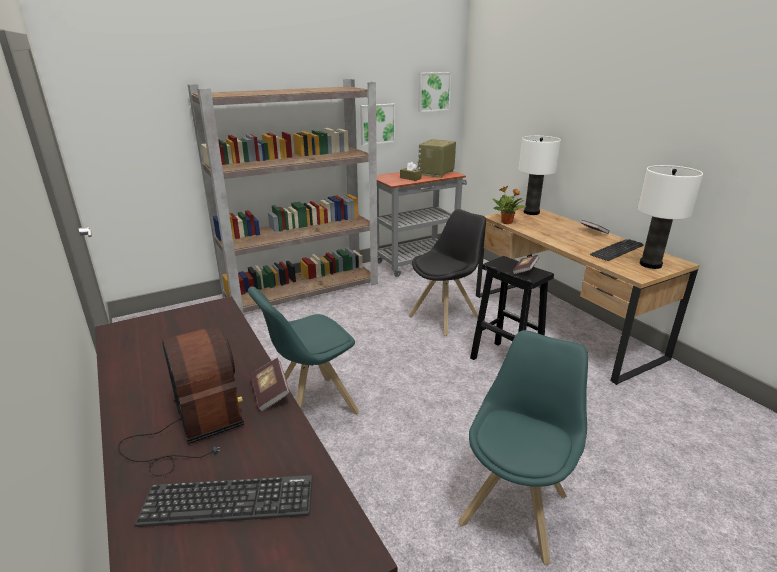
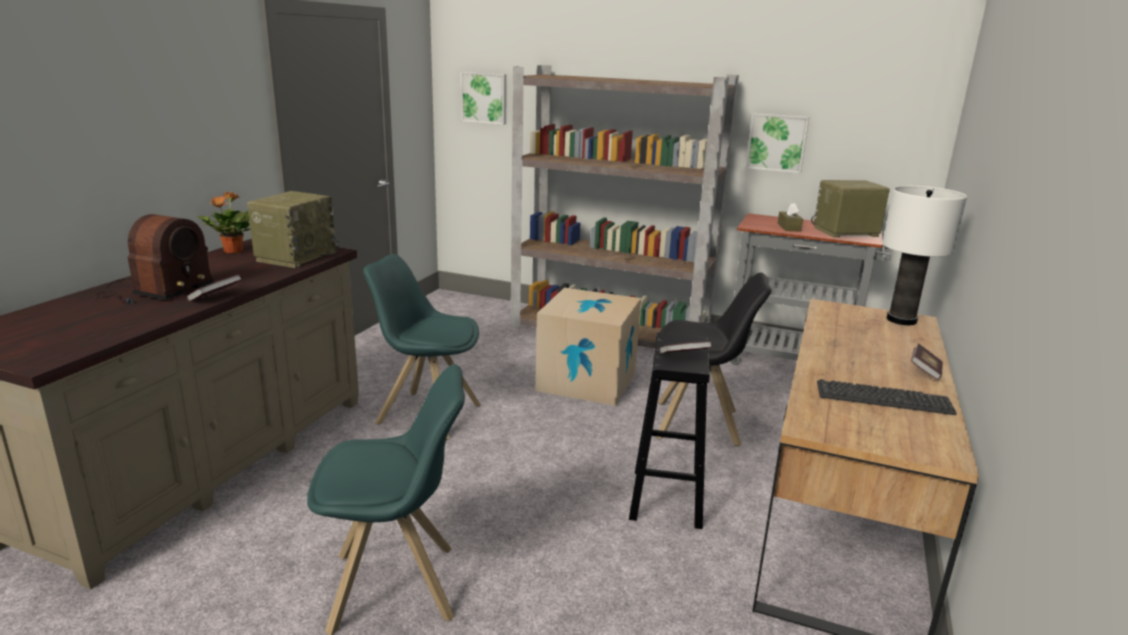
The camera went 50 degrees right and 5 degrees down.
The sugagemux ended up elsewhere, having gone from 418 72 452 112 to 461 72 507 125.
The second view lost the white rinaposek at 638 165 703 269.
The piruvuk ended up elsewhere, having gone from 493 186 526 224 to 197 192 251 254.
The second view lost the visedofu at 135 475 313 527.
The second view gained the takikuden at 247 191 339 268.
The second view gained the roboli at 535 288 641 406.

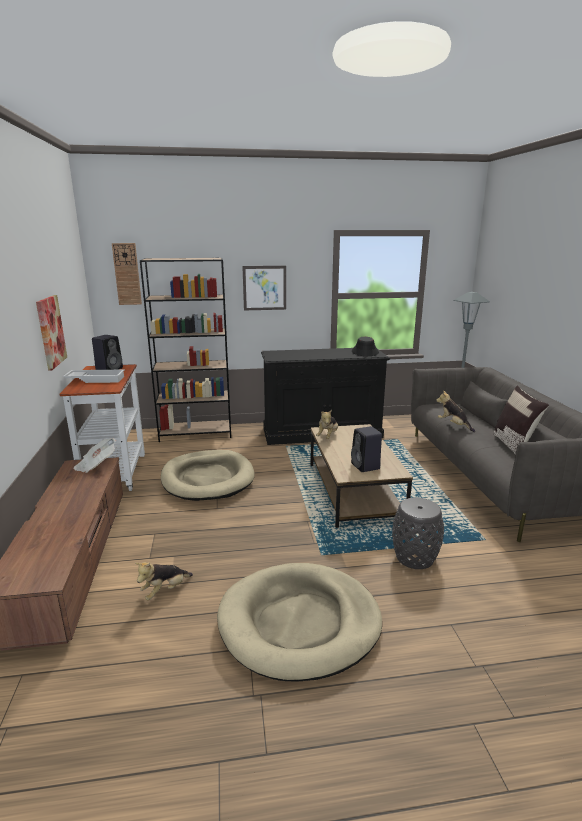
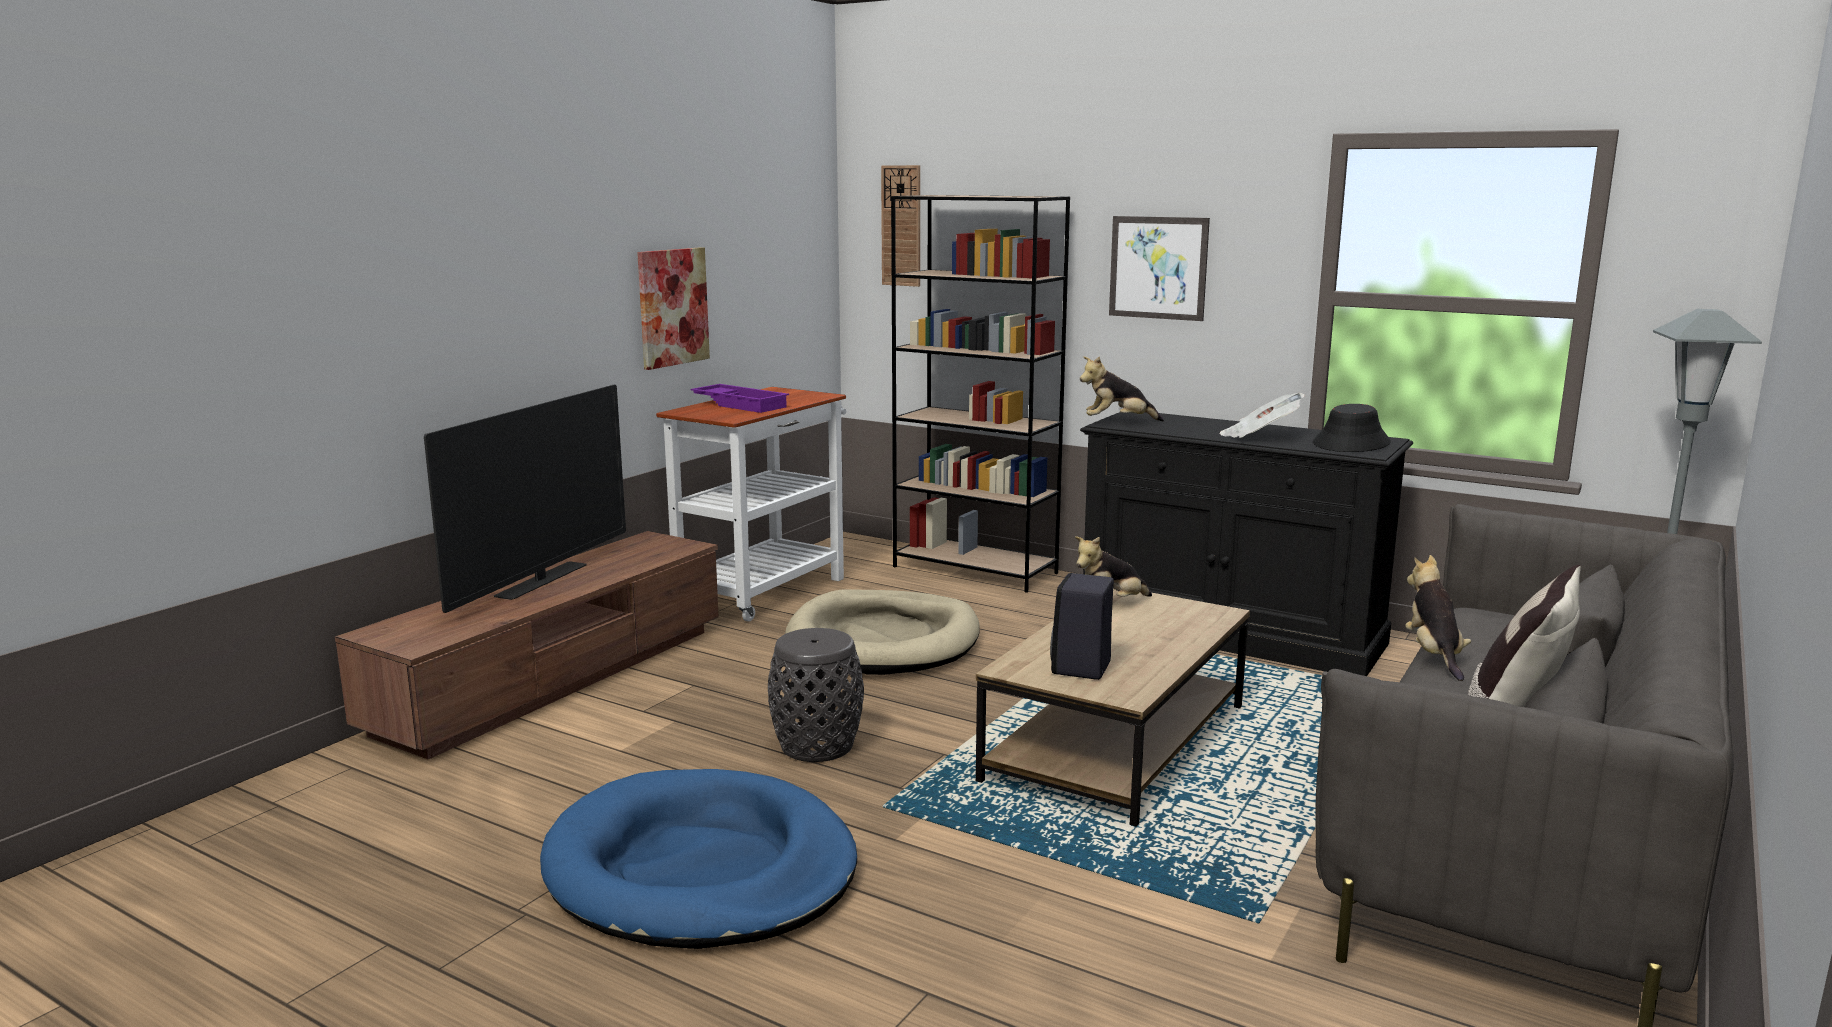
The camera went 40 degrees right and 5 degrees down.
The second view lost the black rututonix at 92 335 123 370.
What was the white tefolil at 63 370 124 383 turned into the purple tefolil at 691 384 789 413.
The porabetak ended up elsewhere, having gone from 74 438 116 473 to 1219 393 1305 438.
The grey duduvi ended up elsewhere, having gone from 392 497 444 569 to 768 628 864 762.
The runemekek ended up elsewhere, having gone from 135 562 193 600 to 1080 356 1164 421.
What was the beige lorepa at 217 563 382 682 turned into the blue lorepa at 540 769 857 949.
The second view gained the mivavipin at 424 385 626 613.

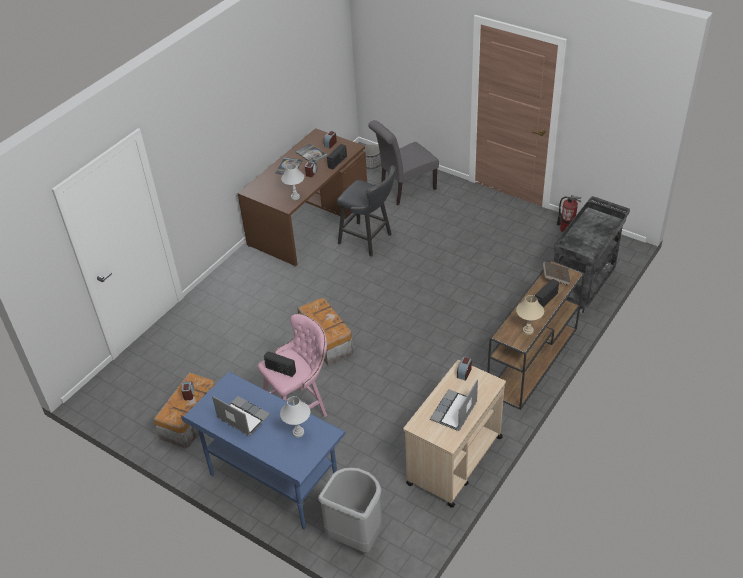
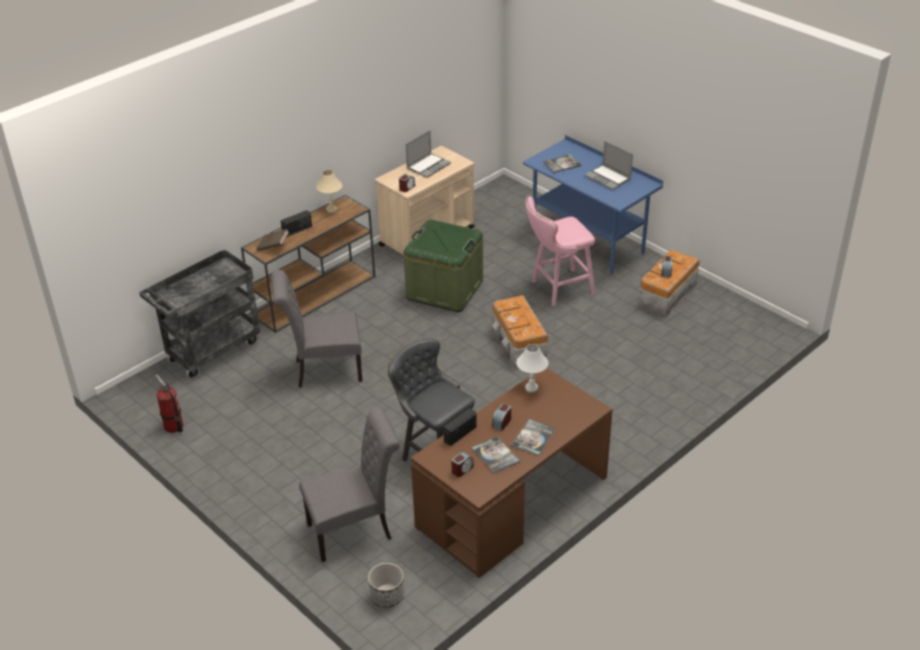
The camera went 170 degrees left and 5 degrees down.
The second view lost the takikuden at 264 351 296 377.
Where the white rinaposek stood at 280 396 310 437, the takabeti came to stand at 543 154 581 173.
The second view lost the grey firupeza at 318 467 382 552.
The second view gained the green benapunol at 404 220 483 312.
The second view gained the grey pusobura at 271 270 362 388.

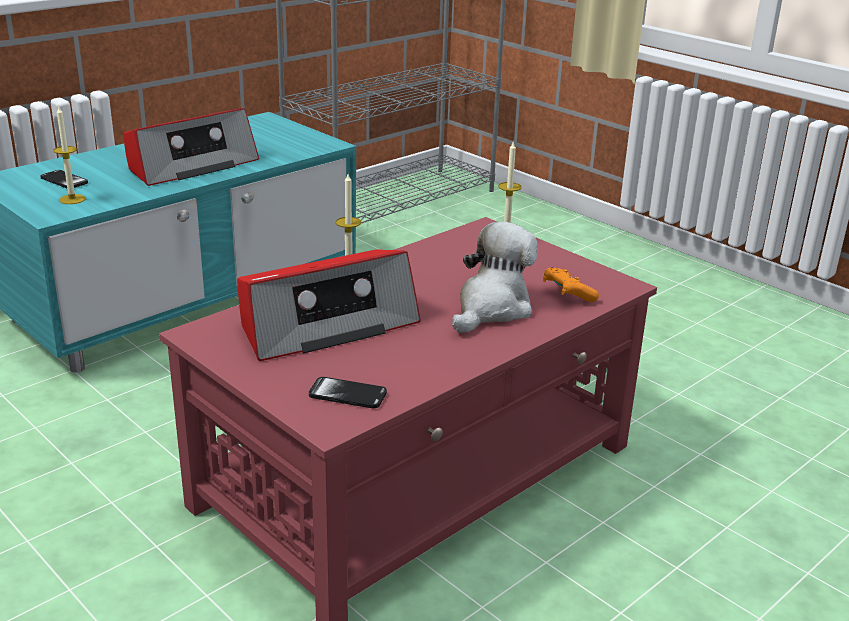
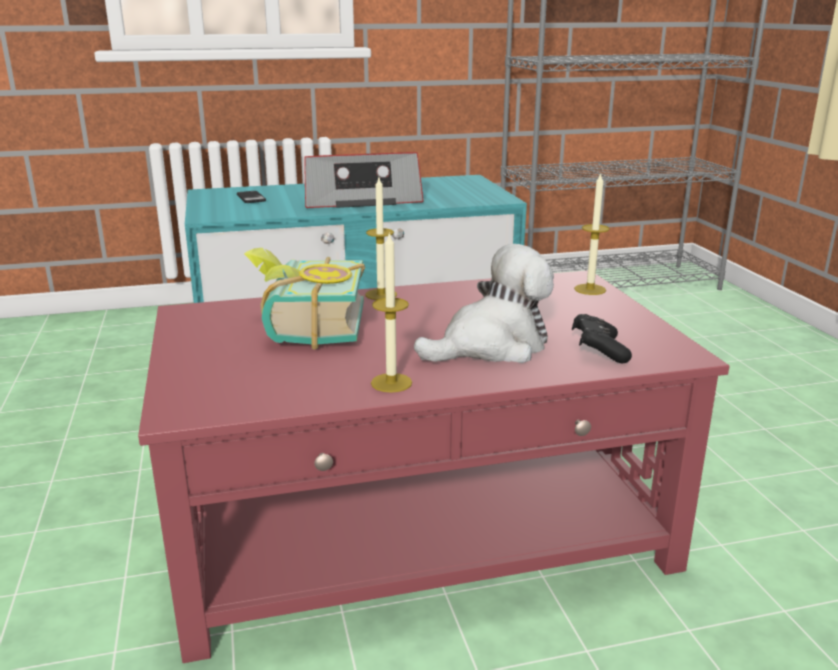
The camera went 30 degrees right and 5 degrees down.
The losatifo ended up elsewhere, having gone from 53 105 86 204 to 371 233 412 393.
Where the takikuden stood at 237 249 421 361, the takabeti came to stand at 244 248 365 350.
What was the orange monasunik at 543 267 599 302 turned into the black monasunik at 572 314 632 363.
The second view lost the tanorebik at 309 377 387 408.

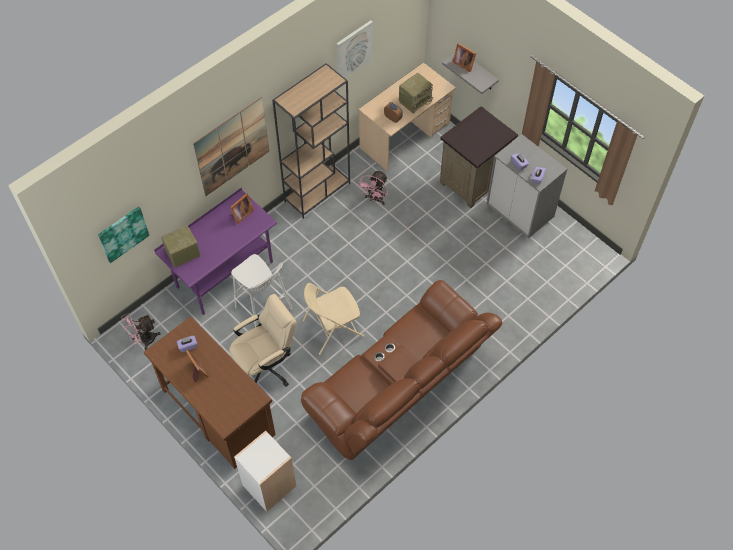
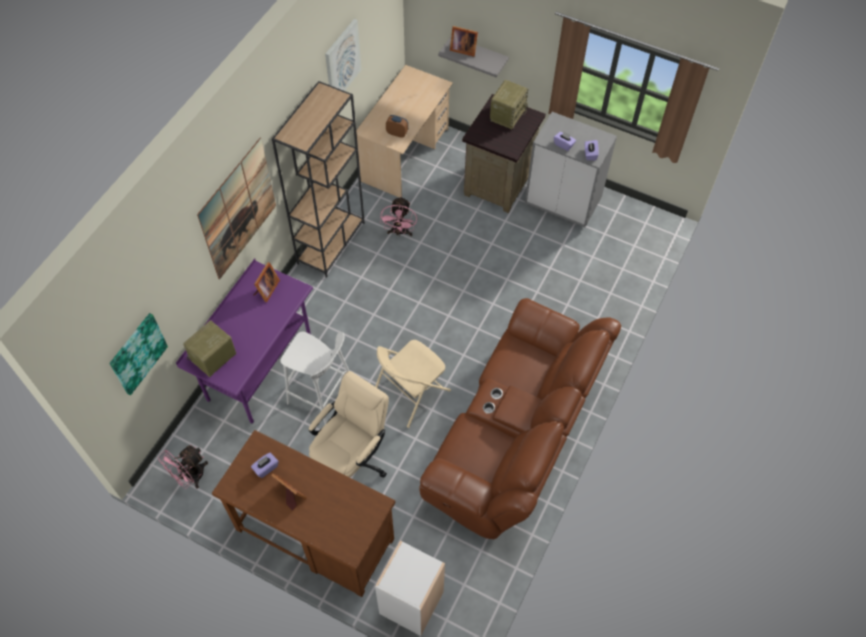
The camera went 20 degrees left and 0 degrees up.
The takikuden ended up elsewhere, having gone from 399 73 433 113 to 490 80 528 129.

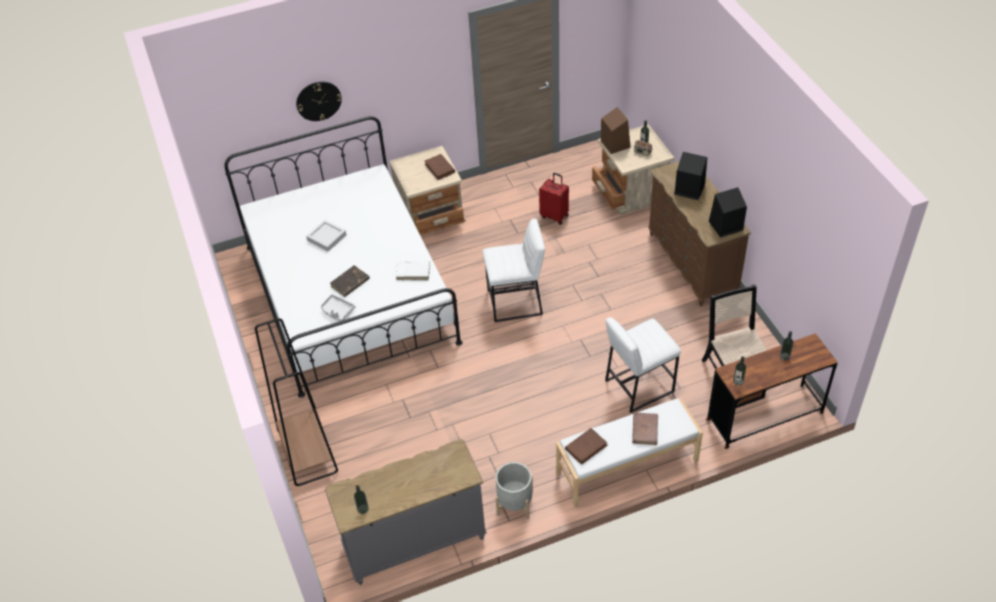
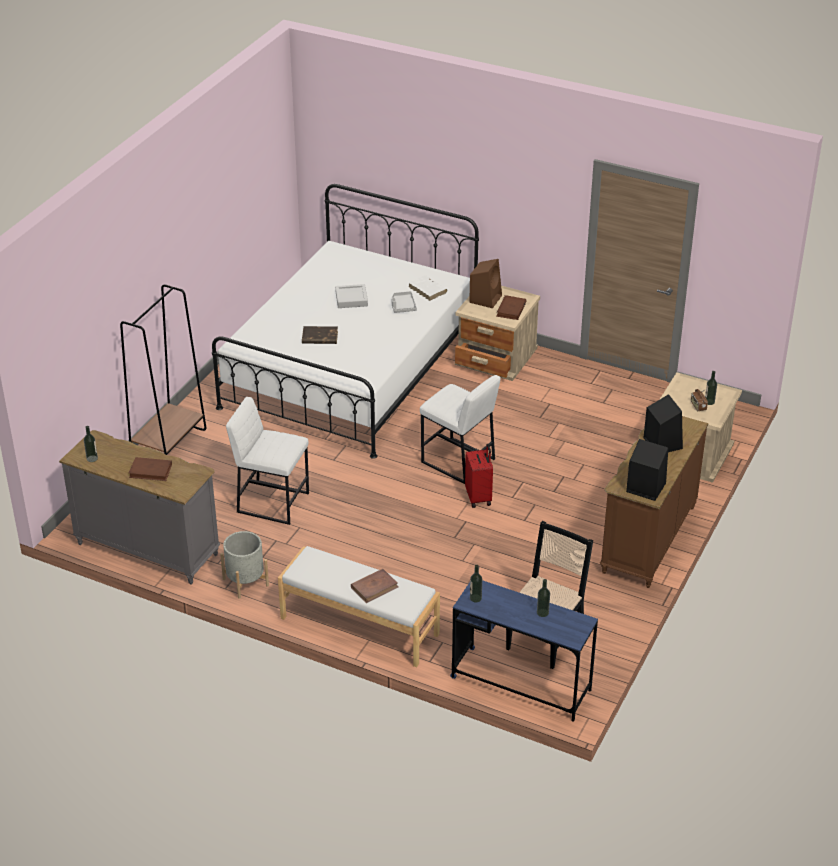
The camera went 45 degrees right and 10 degrees down.
The second view lost the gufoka at 296 82 342 121.
The brown rututonix ended up elsewhere, having gone from 601 107 631 154 to 469 259 502 308.
The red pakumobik ended up elsewhere, having gone from 539 173 569 225 to 465 444 493 508.
The white takabeti ended up elsewhere, having gone from 395 261 430 280 to 408 275 448 301.
The grey tefolil ended up elsewhere, having gone from 321 294 355 321 to 391 291 417 313.
The white pusobura ended up elsewhere, having gone from 605 317 681 413 to 226 397 309 525.
What was the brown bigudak at 706 333 838 449 turned into the blue bigudak at 450 580 598 722.
The brown takabeti ended up elsewhere, having gone from 565 428 608 465 to 129 457 172 481.

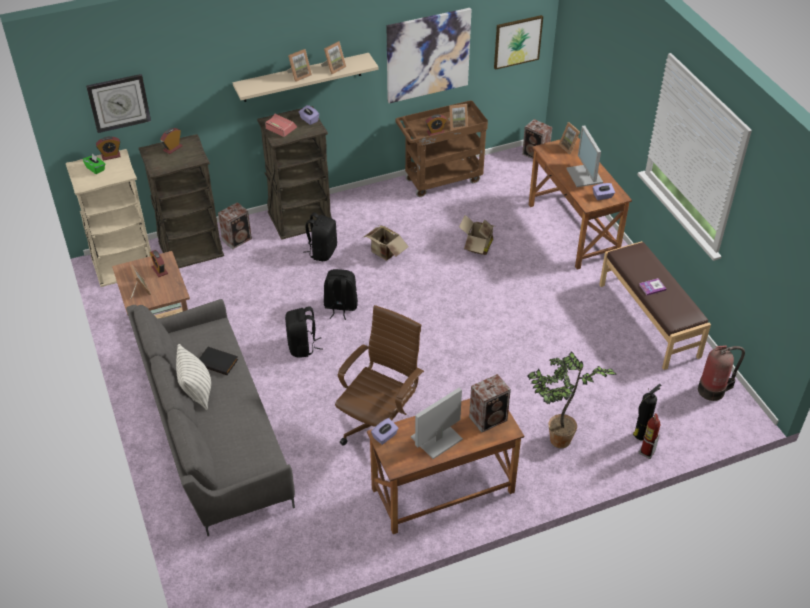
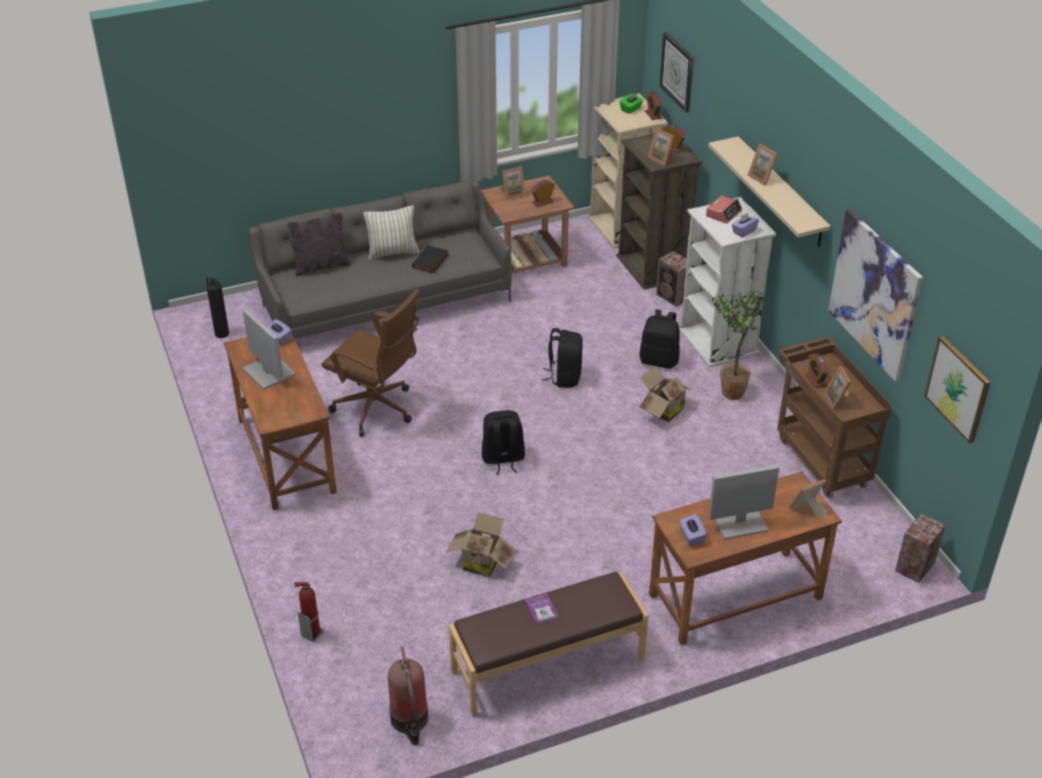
The camera went 90 degrees right and 5 degrees down.
The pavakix ended up elsewhere, having gone from 321 41 346 74 to 647 128 674 166.
What was the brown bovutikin at 257 106 332 240 turned into the white bovutikin at 679 197 776 367.
The roboli ended up elsewhere, having gone from 459 215 494 255 to 446 512 516 577.
The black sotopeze ended up elsewhere, having gone from 285 307 323 358 to 481 410 525 475.
The piruvuk ended up elsewhere, having gone from 527 351 617 448 to 712 290 763 400.
The second view lost the rututonix at 469 374 511 433.
The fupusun ended up elsewhere, having gone from 633 384 661 441 to 206 277 229 338.
The second view gained the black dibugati at 287 213 351 276.

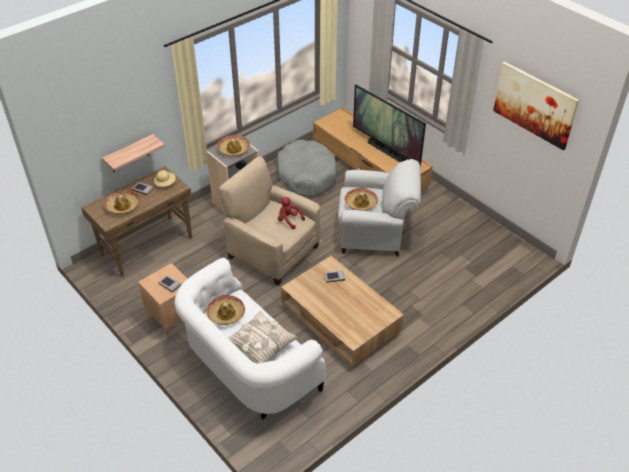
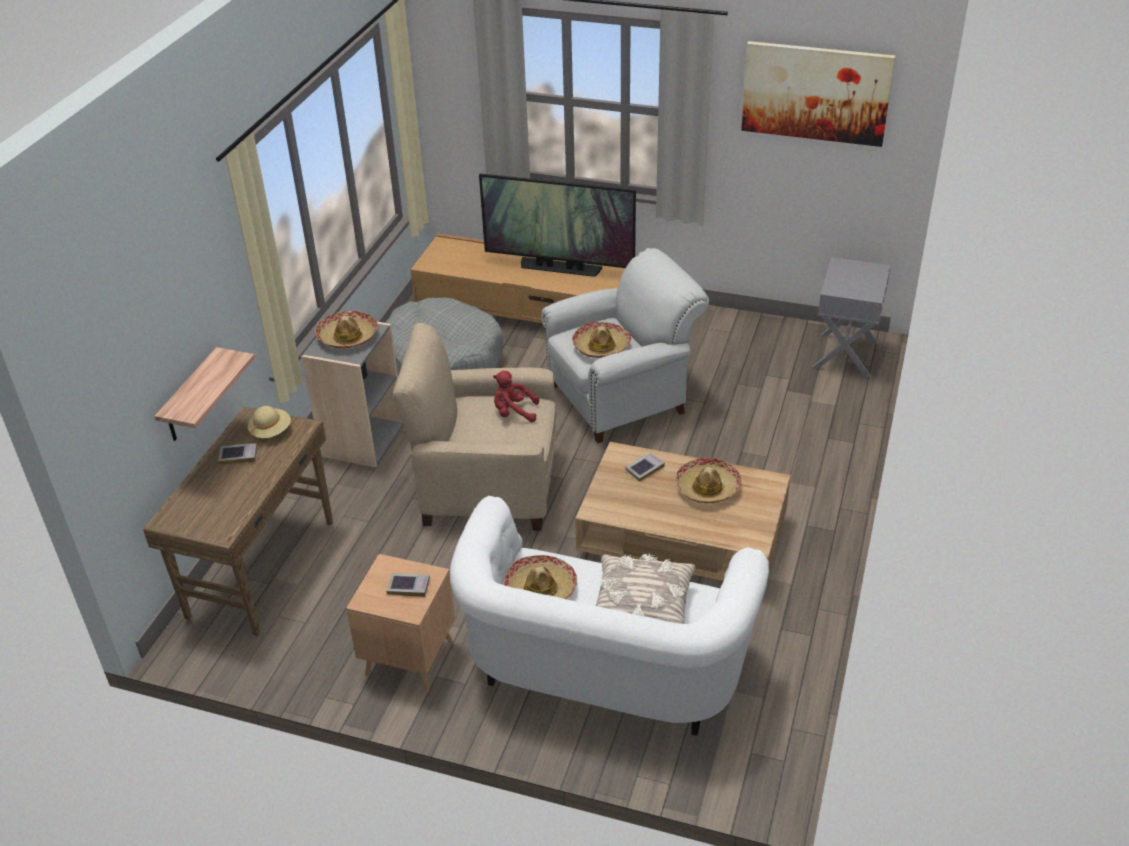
The camera went 30 degrees left and 5 degrees down.
The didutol ended up elsewhere, having gone from 104 190 140 214 to 676 458 742 504.
The second view gained the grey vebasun at 812 257 891 377.

